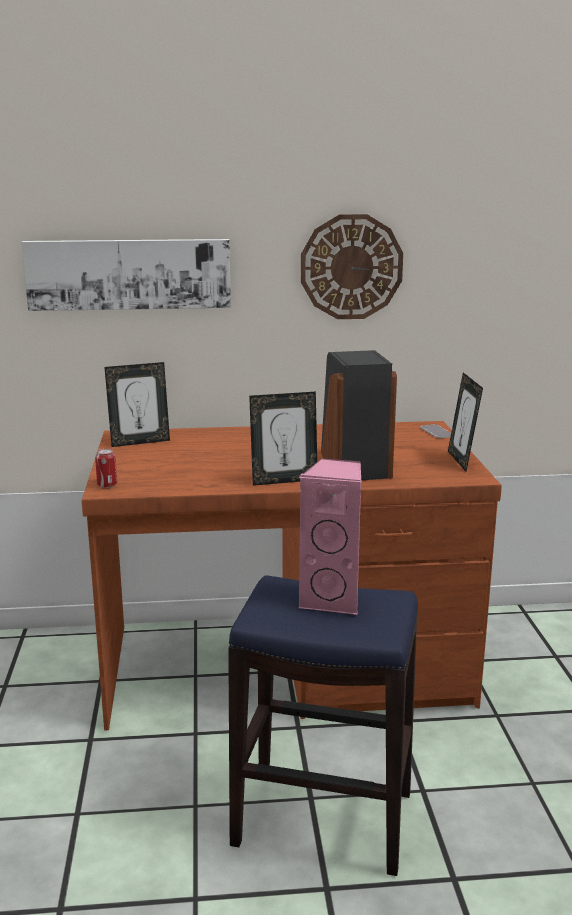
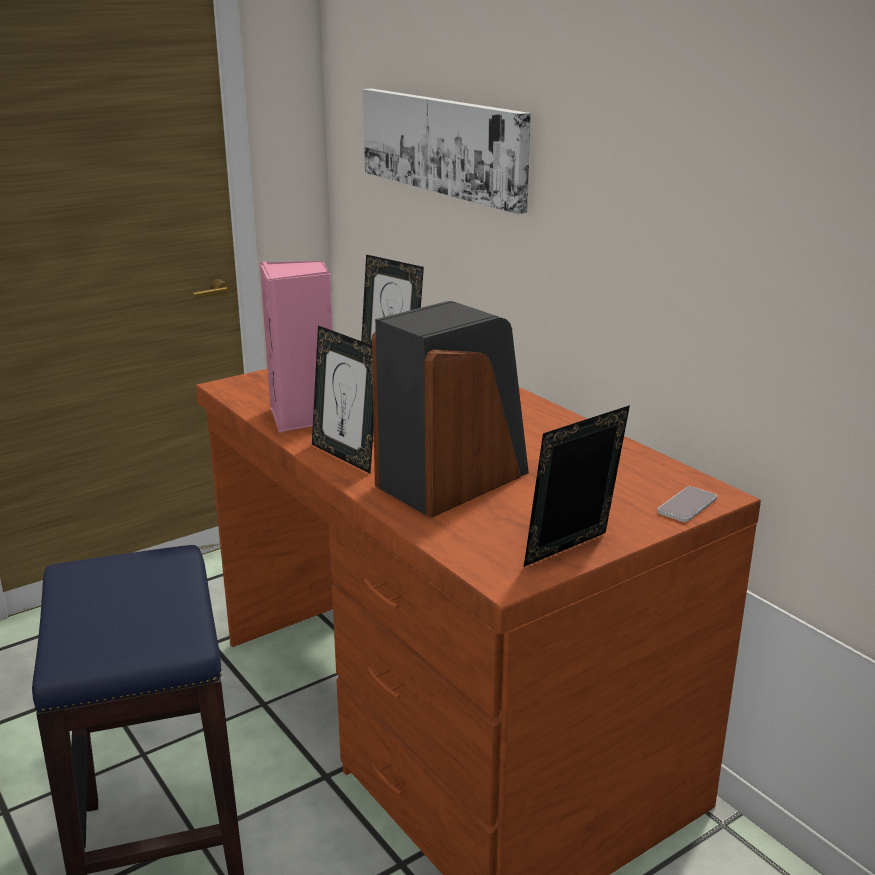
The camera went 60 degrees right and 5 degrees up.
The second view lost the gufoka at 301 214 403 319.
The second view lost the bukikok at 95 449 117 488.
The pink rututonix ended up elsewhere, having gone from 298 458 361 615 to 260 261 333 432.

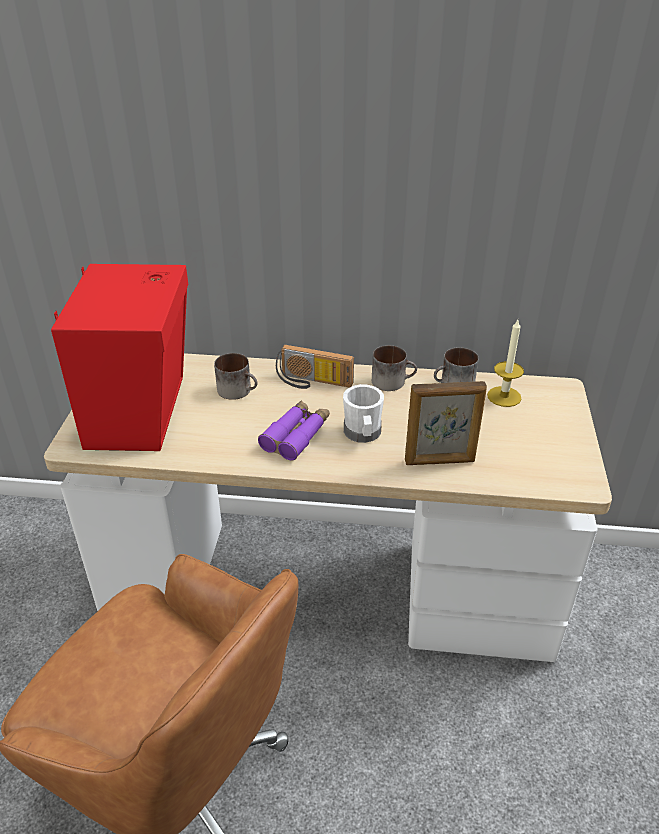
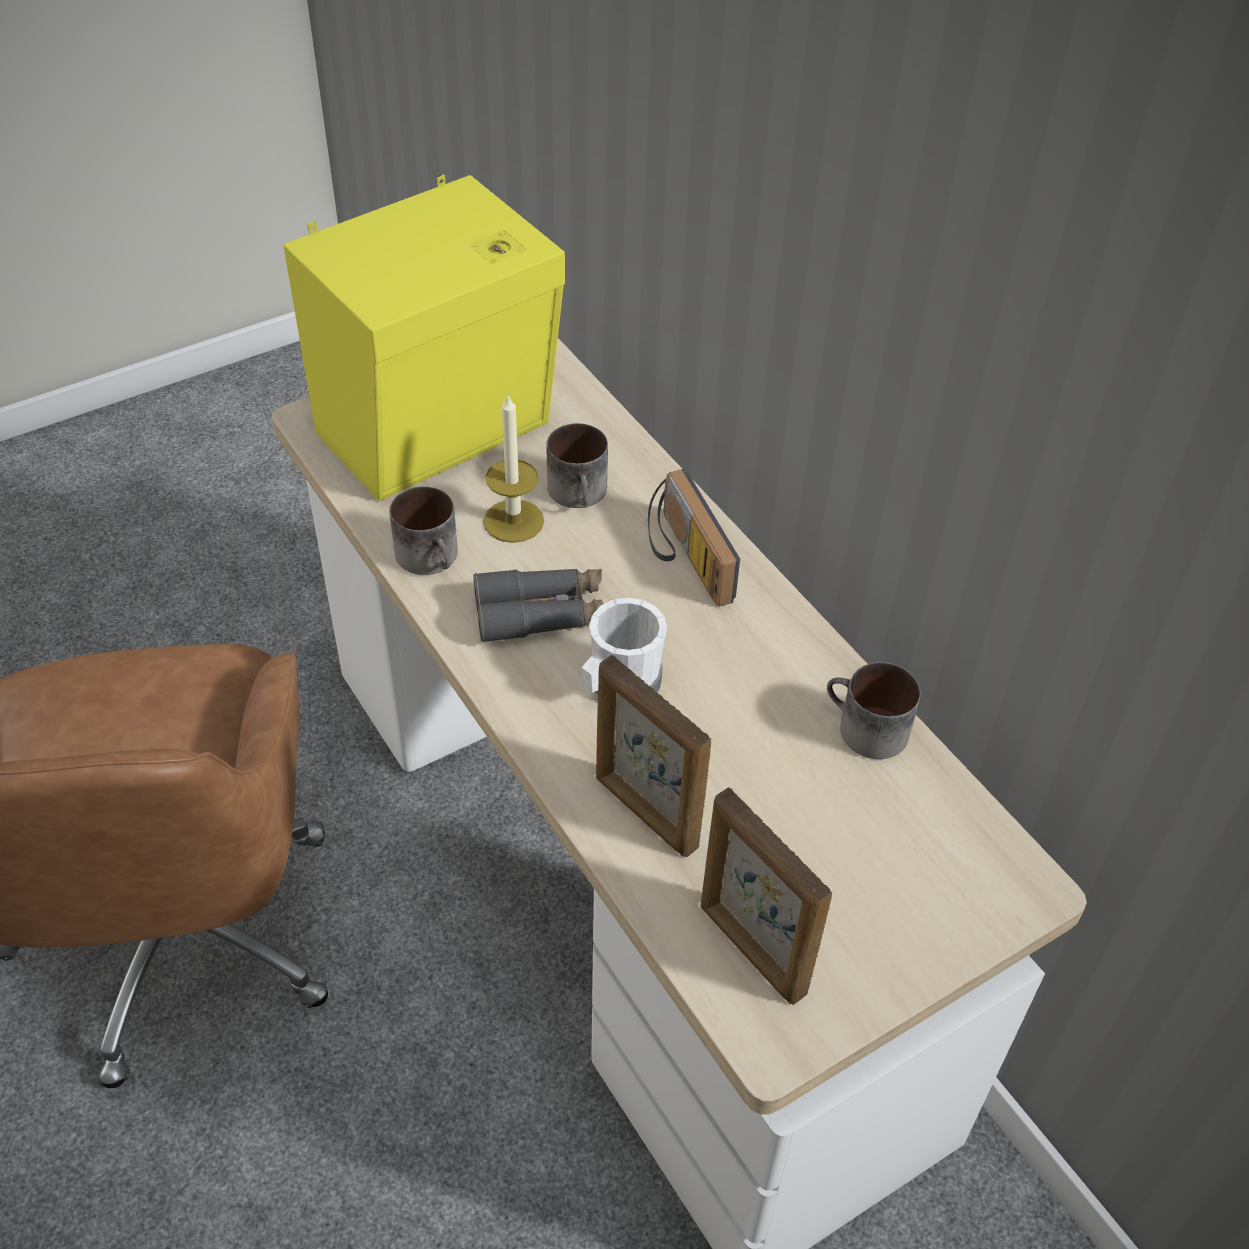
The camera went 50 degrees right and 10 degrees up.
What was the red rututonix at 51 264 188 451 turned into the yellow rututonix at 283 174 565 501.
The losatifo ended up elsewhere, having gone from 487 320 524 407 to 484 393 544 543.
The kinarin ended up elsewhere, having gone from 372 345 417 391 to 389 486 458 575.
What was the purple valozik at 258 400 330 460 turned into the grey valozik at 474 569 603 643.
The second view gained the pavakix at 701 787 832 1005.

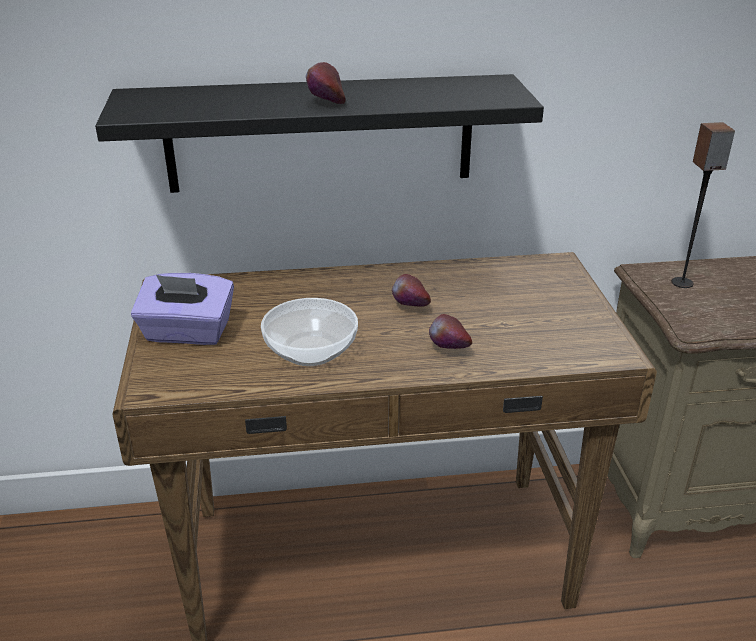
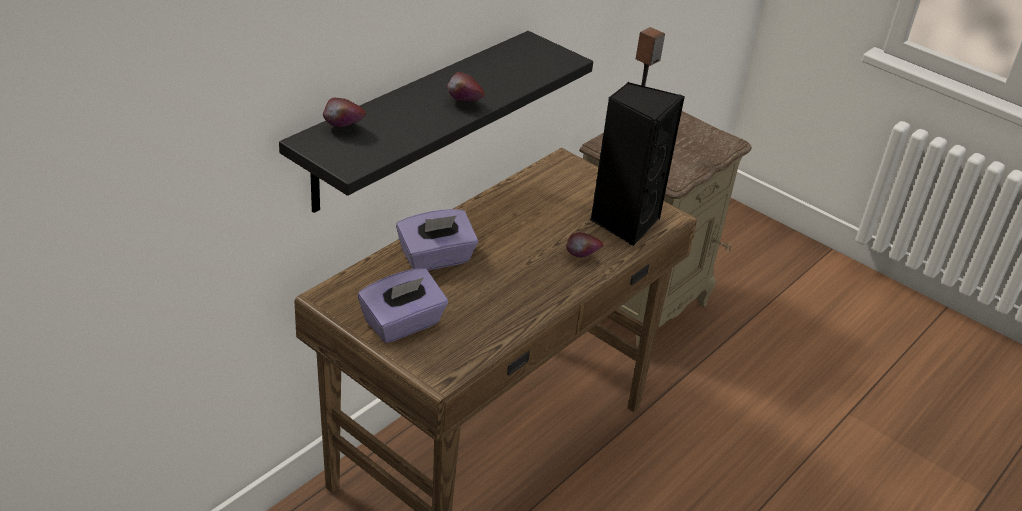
The camera went 45 degrees left and 5 degrees up.
The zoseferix ended up elsewhere, having gone from 392 274 431 307 to 323 98 366 127.
The second view lost the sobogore at 261 298 358 366.
The second view gained the black rututonix at 590 82 685 246.
The second view gained the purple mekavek at 396 209 478 271.

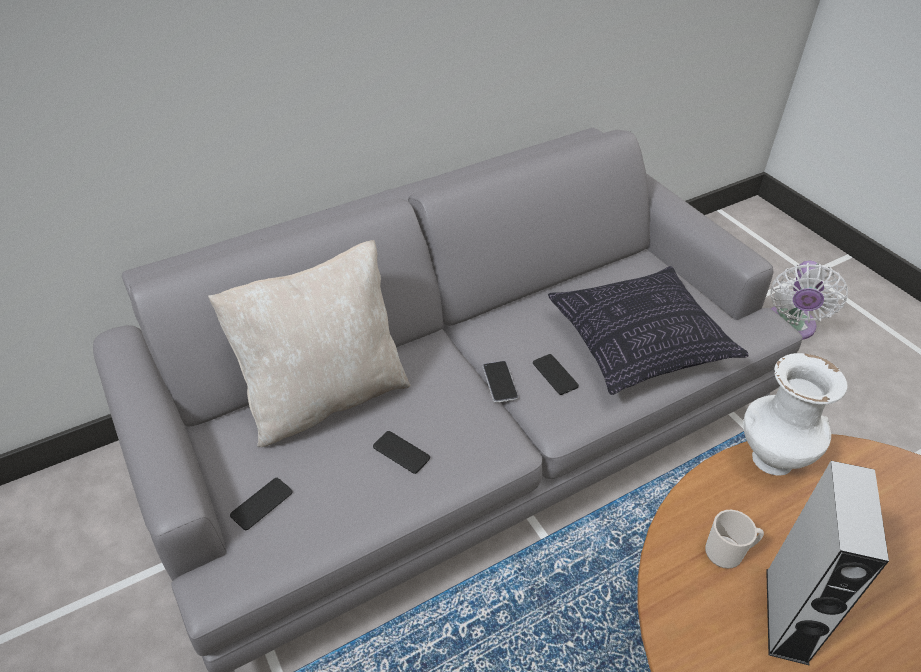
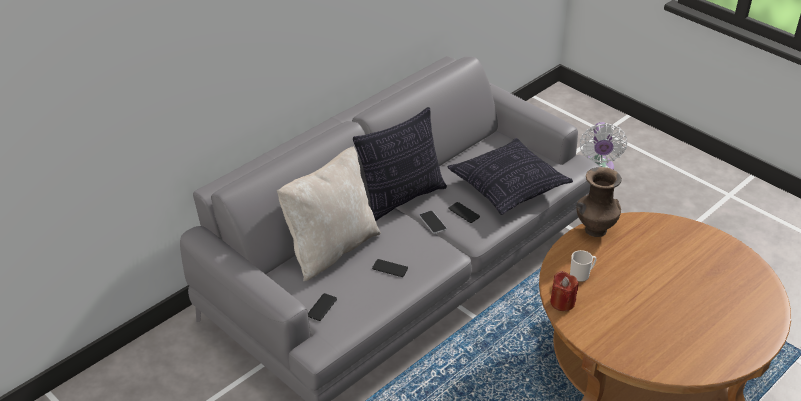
The camera went 15 degrees left and 5 degrees down.
What was the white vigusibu at 744 353 848 475 turned into the brown vigusibu at 576 167 622 237.
The second view lost the grey rututonix at 766 461 889 666.
The second view gained the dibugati at 353 107 447 221.
The second view gained the red losatifo at 550 271 579 311.

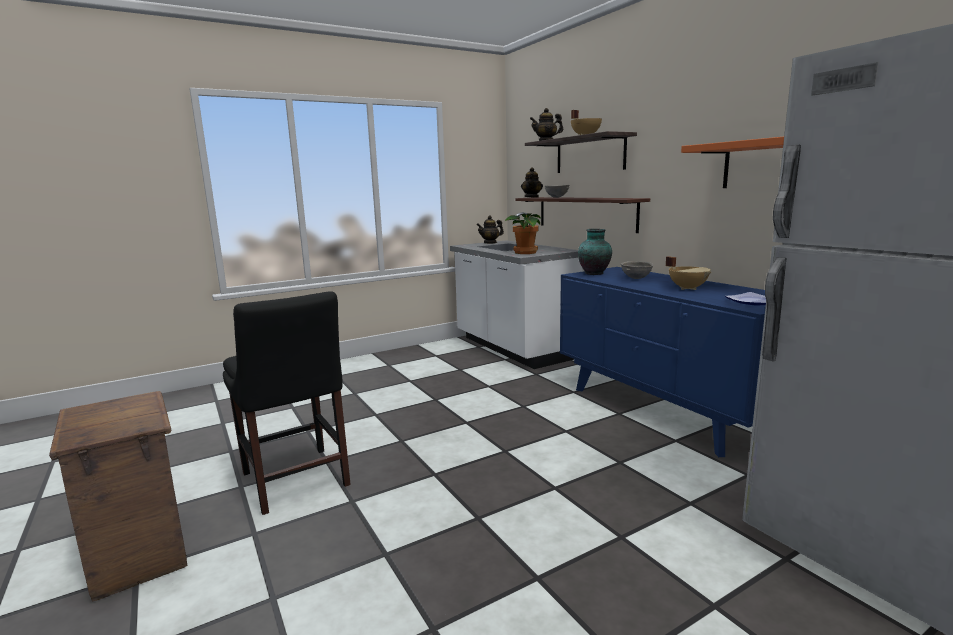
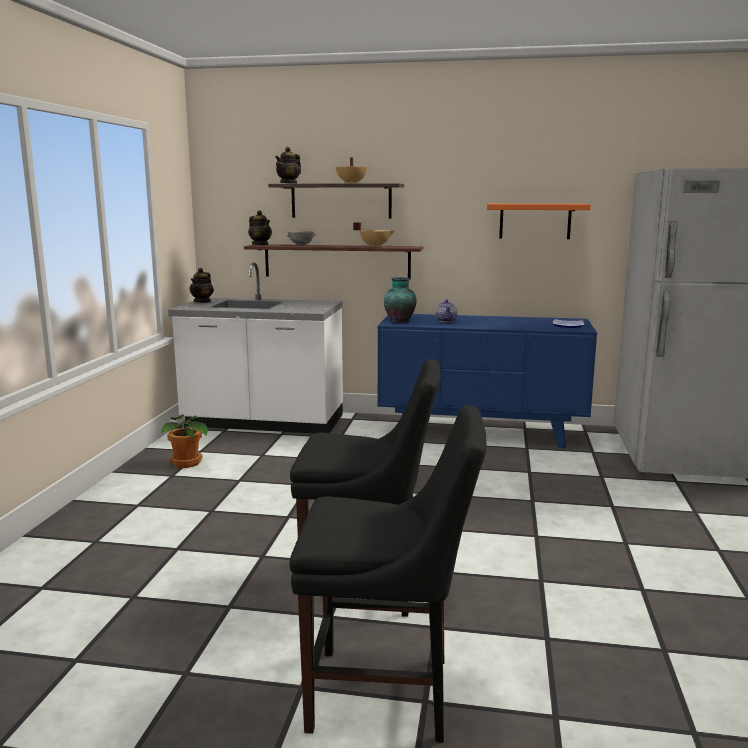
The camera went 50 degrees left and 0 degrees up.
The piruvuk ended up elsewhere, having gone from 504 213 541 254 to 161 414 208 468.
The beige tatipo ended up elsewhere, having gone from 666 256 711 290 to 353 222 394 247.
Where the grey sobogore stood at 621 261 654 279, the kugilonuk came to stand at 435 299 457 322.
Where the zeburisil stood at 49 391 187 601, the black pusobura came to stand at 290 405 486 743.

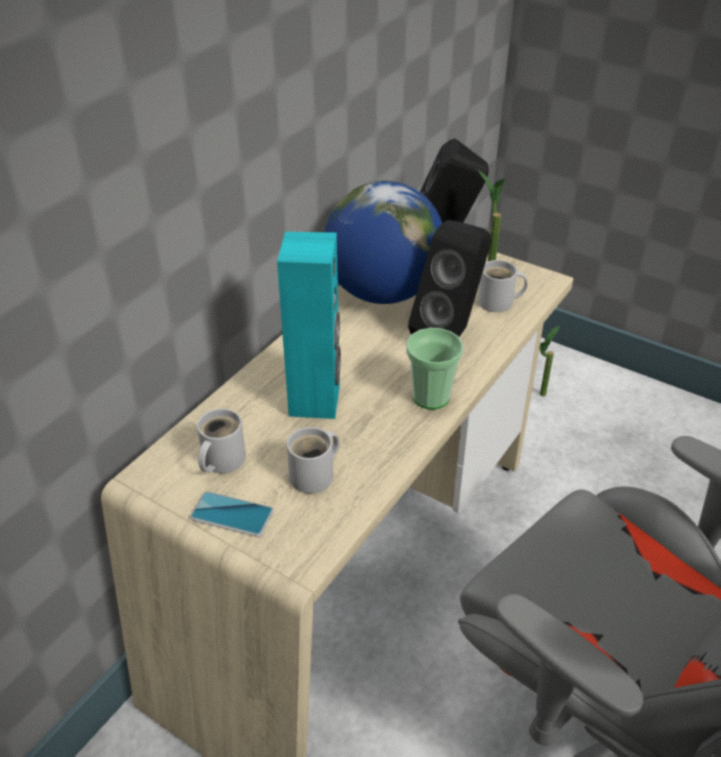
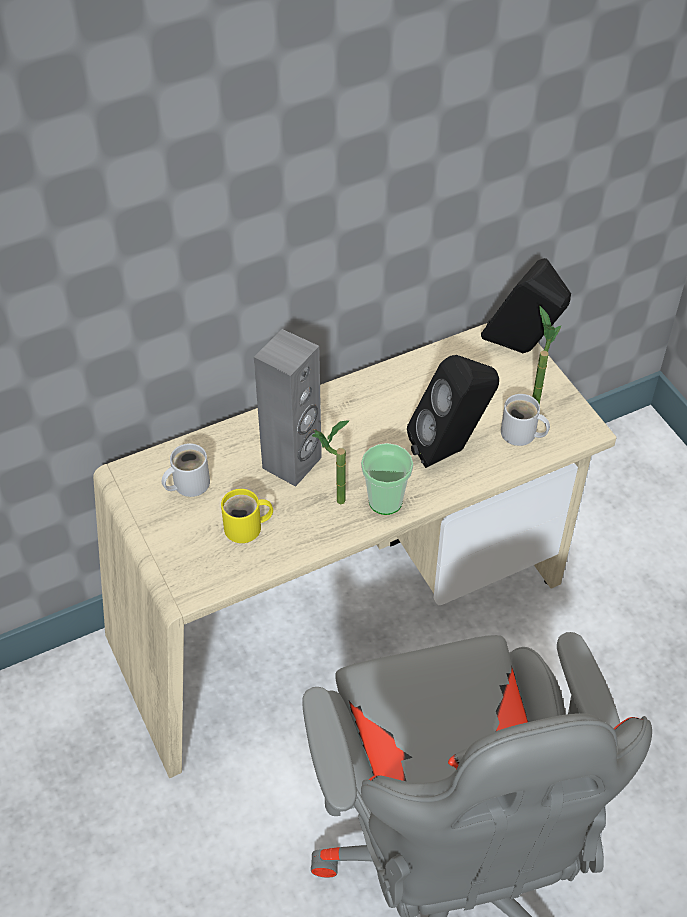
The camera went 30 degrees right and 10 degrees up.
The second view lost the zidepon at 325 181 442 304.
What was the turquoise rututonix at 277 232 341 419 turned into the grey rututonix at 254 329 322 487.
The piruvuk ended up elsewhere, having gone from 539 326 560 396 to 312 421 349 504.
What was the white kinarin at 287 427 339 493 turned into the yellow kinarin at 221 489 273 543.
The second view lost the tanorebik at 190 492 274 537.

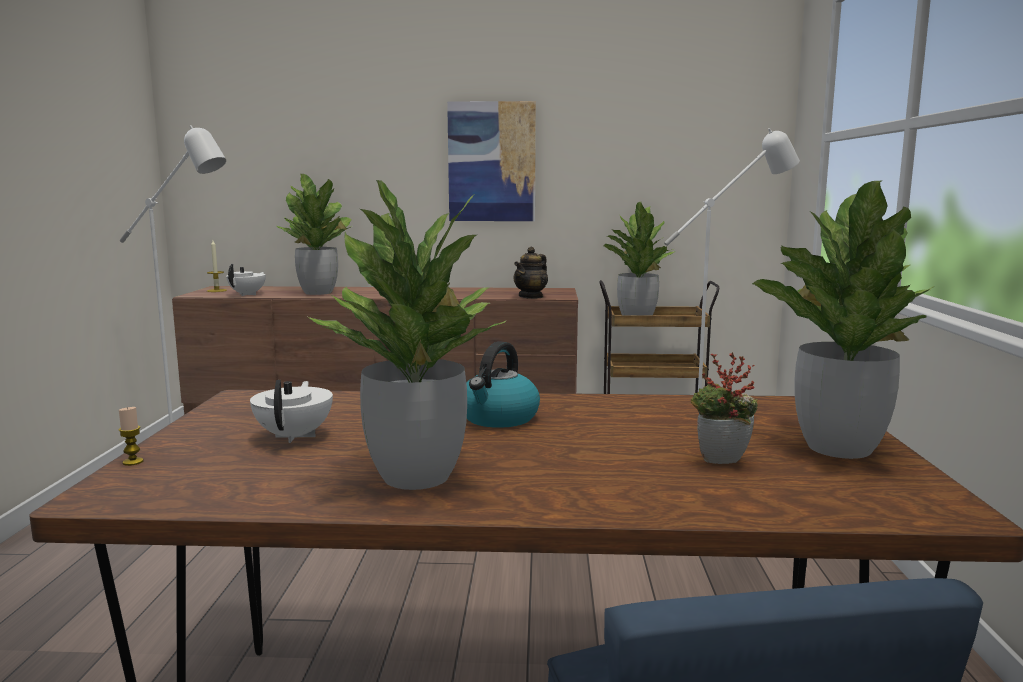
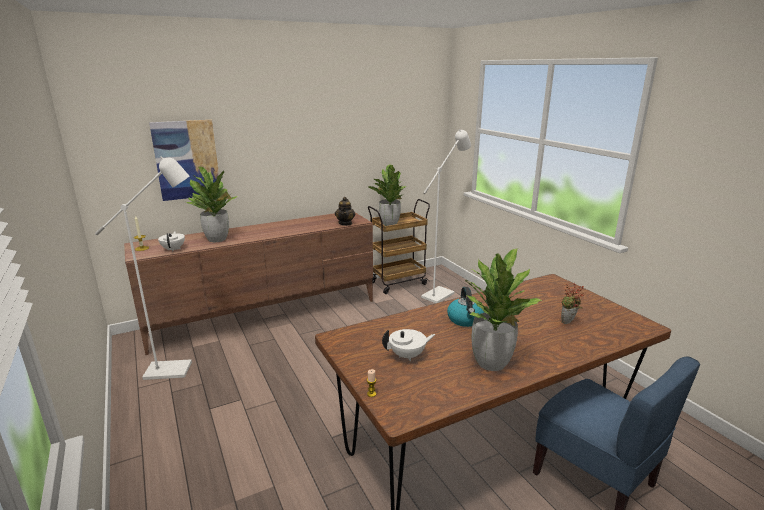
The camera went 30 degrees left and 10 degrees up.
The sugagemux ended up elsewhere, having gone from 447 101 536 221 to 149 120 219 201.
The second view lost the piruvuk at 752 181 934 459.
The white kugilonuk at 250 380 333 443 ended up facing another way, 105 degrees clockwise from before.

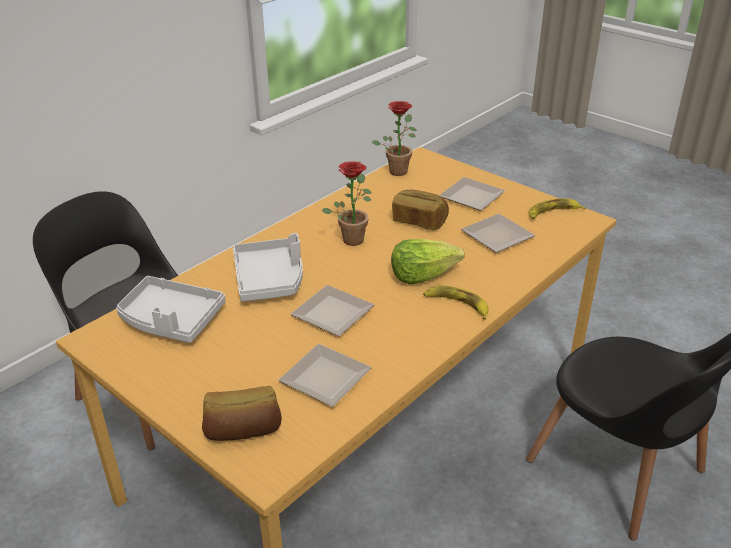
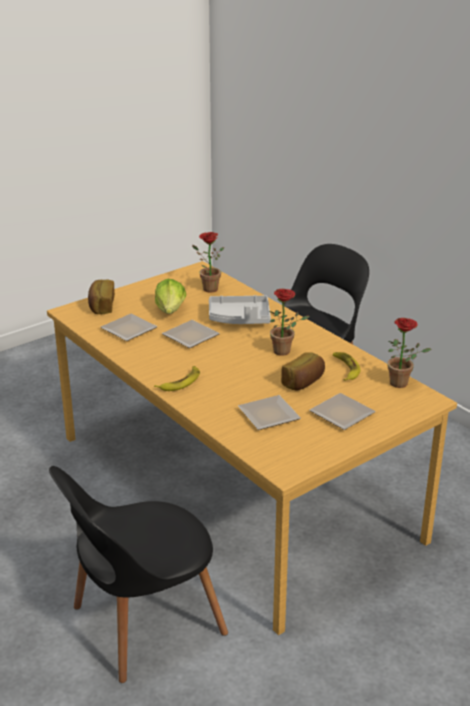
The camera went 100 degrees right and 5 degrees down.
The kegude ended up elsewhere, having gone from 529 198 586 219 to 333 352 361 381.
The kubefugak ended up elsewhere, having gone from 391 239 465 284 to 155 279 186 314.
Where the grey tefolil stood at 116 276 225 343, the piruvuk came to stand at 192 232 224 293.

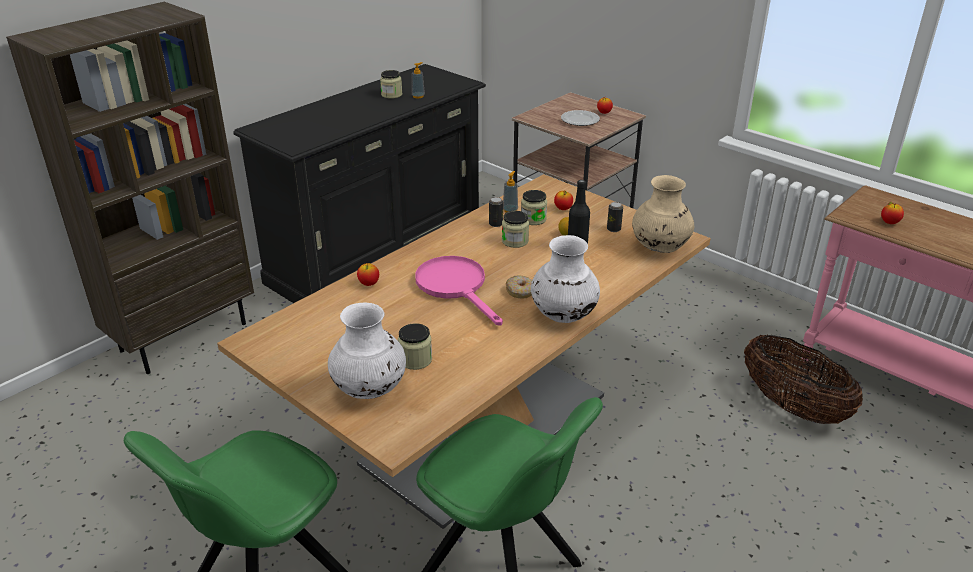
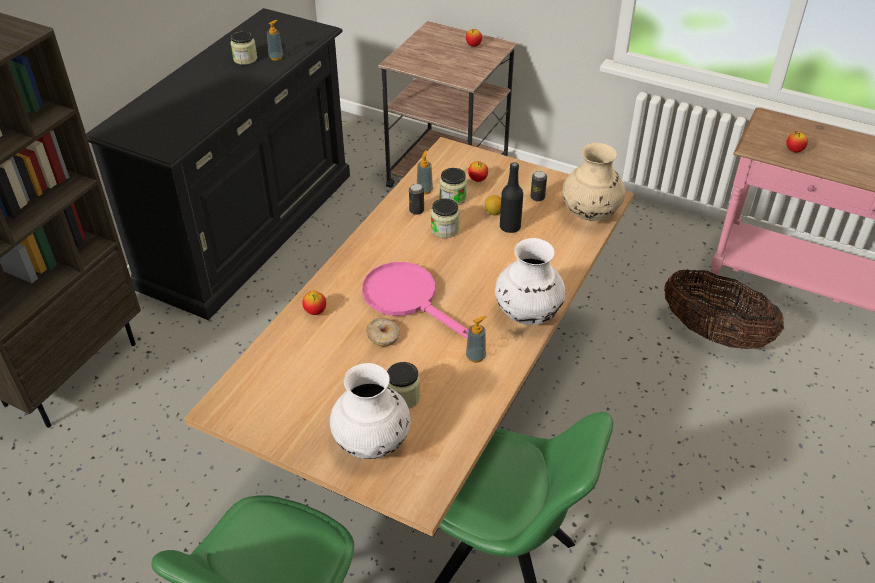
The camera went 15 degrees left and 10 degrees up.
The second view lost the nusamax at 561 110 600 126.
The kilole ended up elsewhere, having gone from 506 275 532 299 to 366 318 400 346.
The second view gained the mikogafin at 466 316 487 363.

